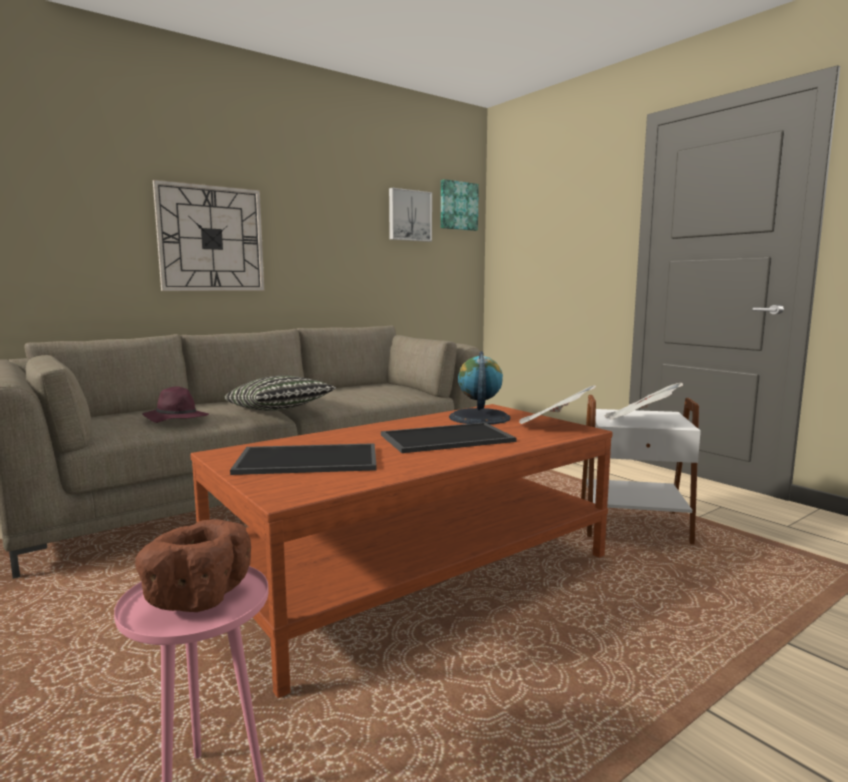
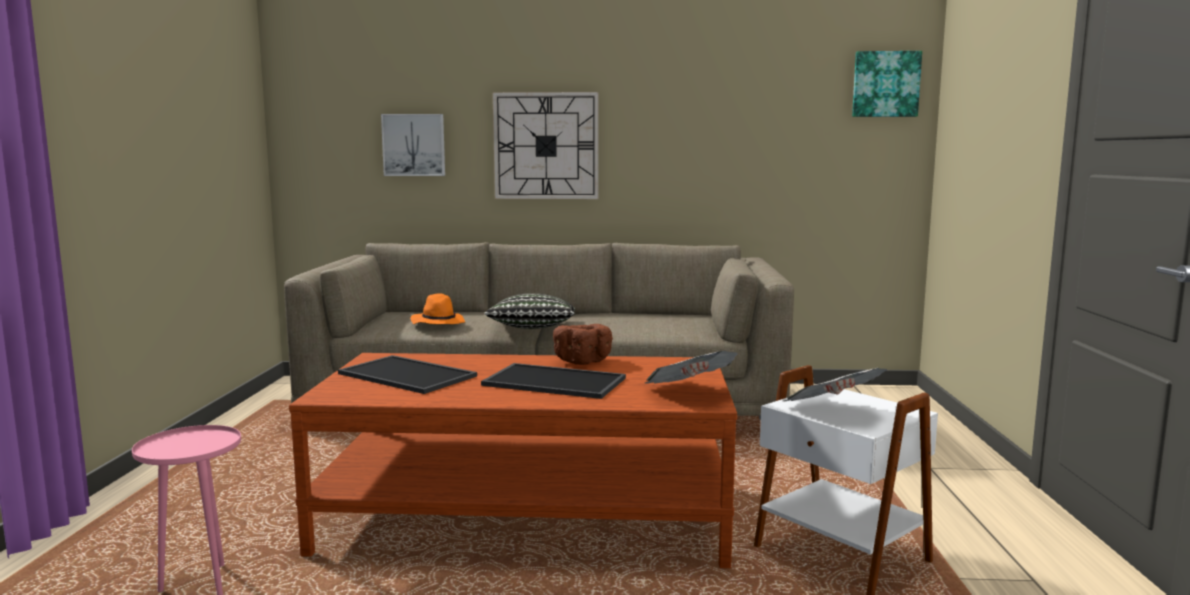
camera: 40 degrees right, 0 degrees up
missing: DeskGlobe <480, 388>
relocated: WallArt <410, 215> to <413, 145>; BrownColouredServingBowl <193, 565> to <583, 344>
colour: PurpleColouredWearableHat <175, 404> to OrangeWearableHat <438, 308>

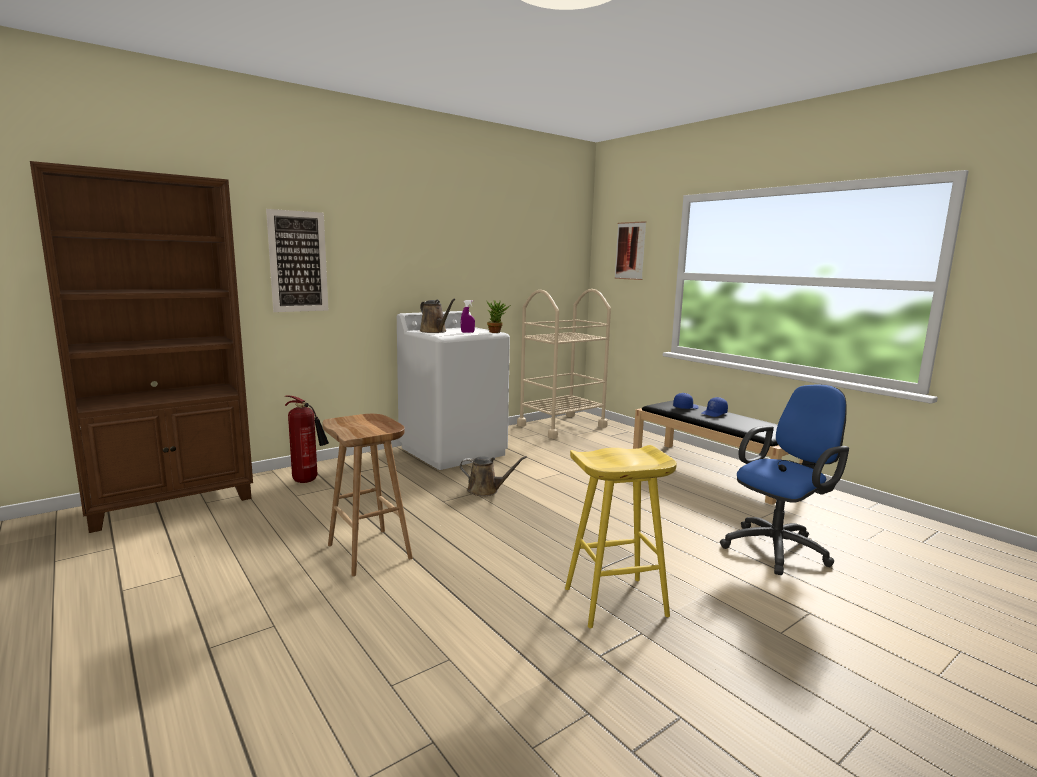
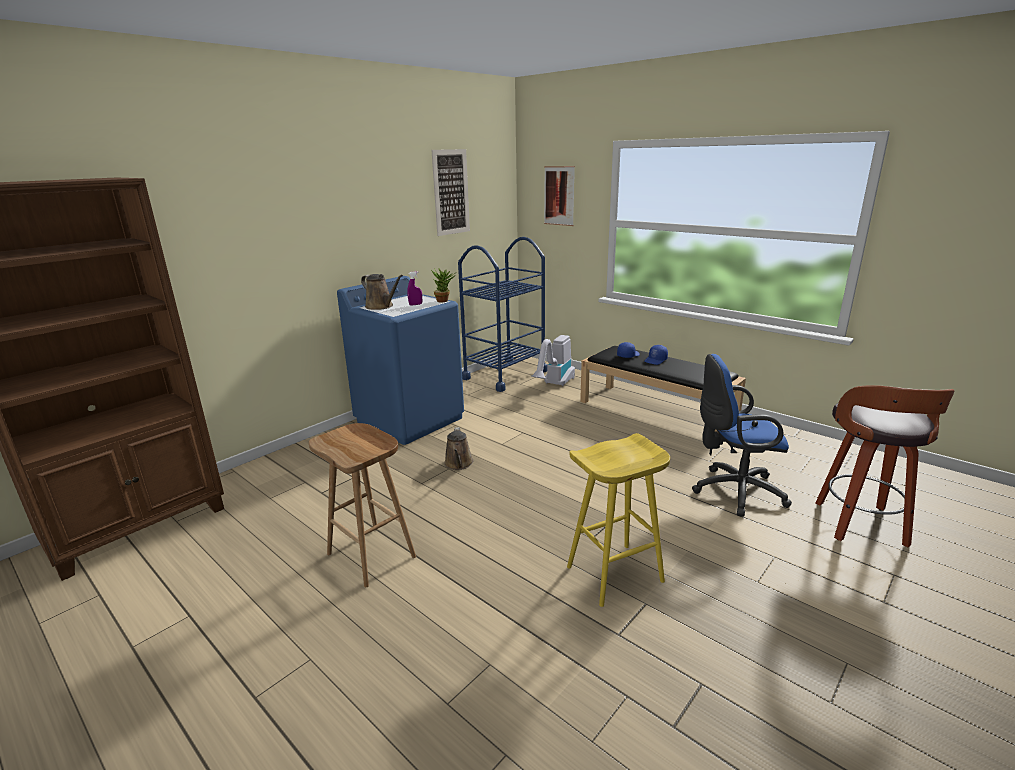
camera: 10 degrees left, 10 degrees up
missing: Extinguisher <307, 439>
appeared: Hoover <553, 360>; Stool <885, 466>
relocated: WallArt <297, 260> to <450, 192>
colour: WhiteLaundryMachine <453, 390> to BlueLaundryMachine <400, 360>; BeigeCart <564, 364> to BlueCart <502, 314>
spun: BrownColouredSprinklingCan <493, 476> = <458, 448> 90 degrees clockwise; BlueComputerChair <784, 480> = <742, 435> 135 degrees counterclockwise

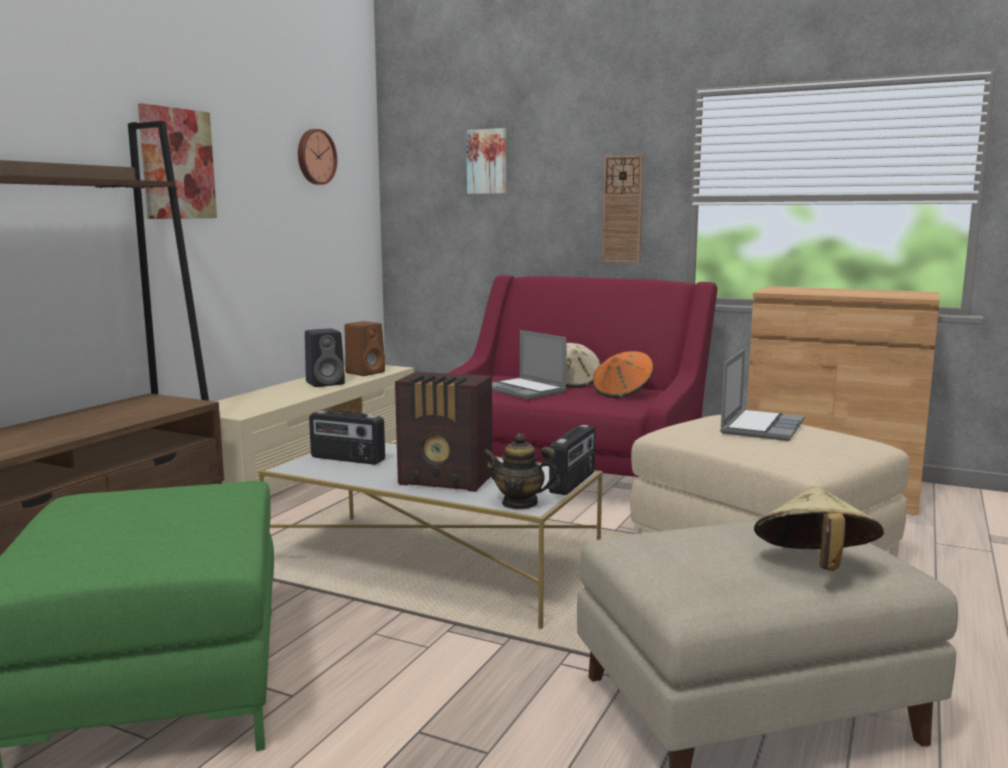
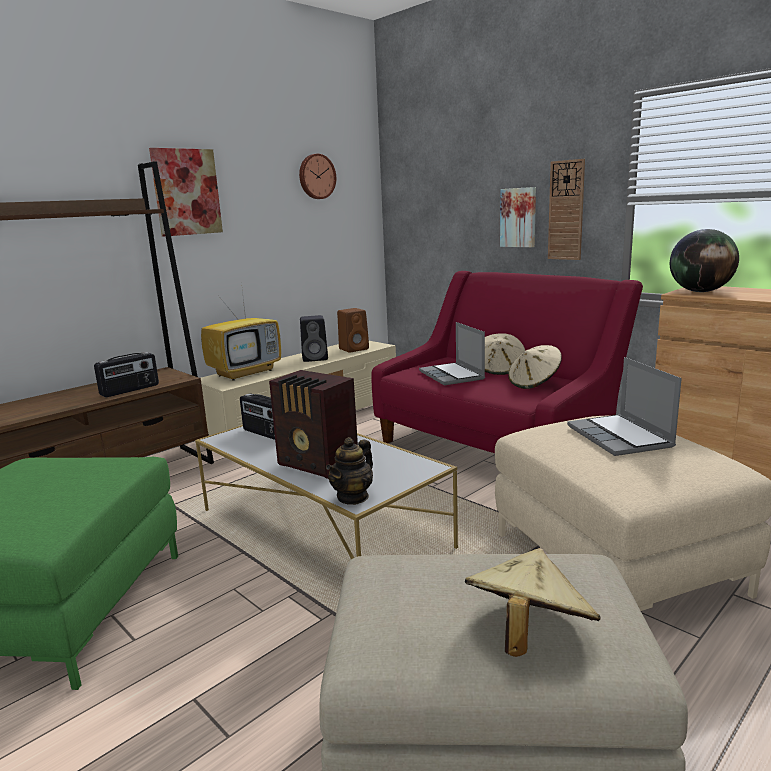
camera: 20 degrees right, 5 degrees up
appeared: Tv <241, 335>; DeskGlobe <704, 260>
relocated: RadioSet <572, 460> to <126, 374>; WallArt <486, 161> to <518, 217>
colour: OrangeWearableHat <623, 374> to BeigeWearableHat <535, 367>
spun: TeaPot <521, 471> = <349, 471> 90 degrees counterclockwise; NotebookComputer <762, 395> = <624, 406> 120 degrees clockwise

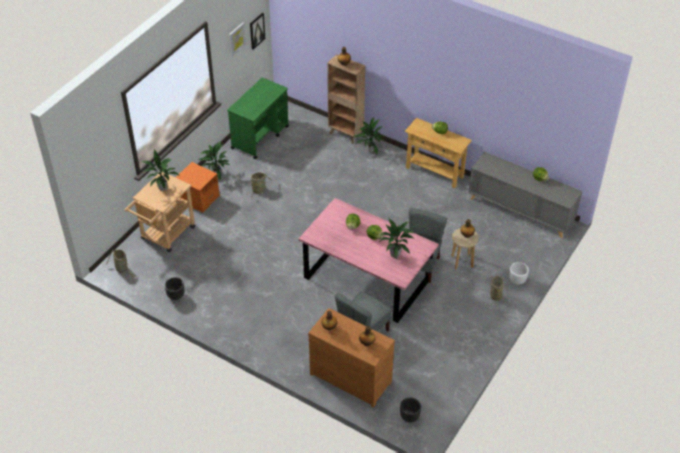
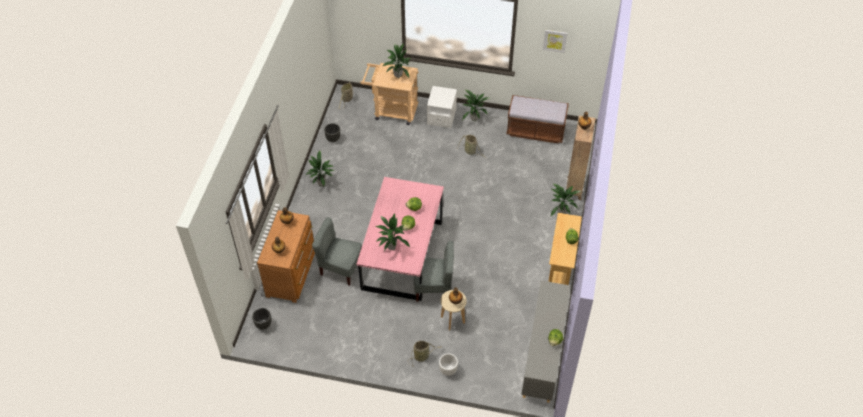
camera: 70 degrees right, 5 degrees up
missing: WallArt <257, 31>
appeared: PottedPlant <320, 168>
exchanged: GreenCart <258, 118> to BrownColouredBench <537, 119>
colour: OrangeNightTable <197, 187> to WhiteNightTable <442, 107>

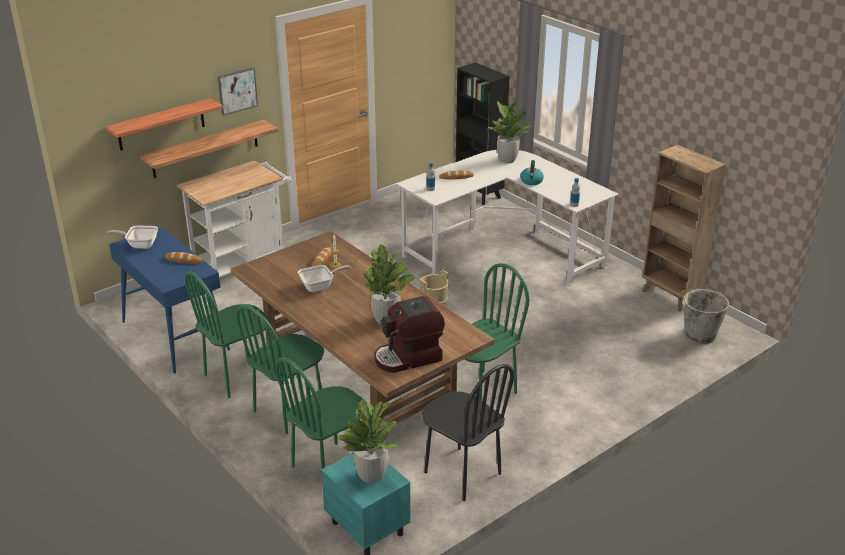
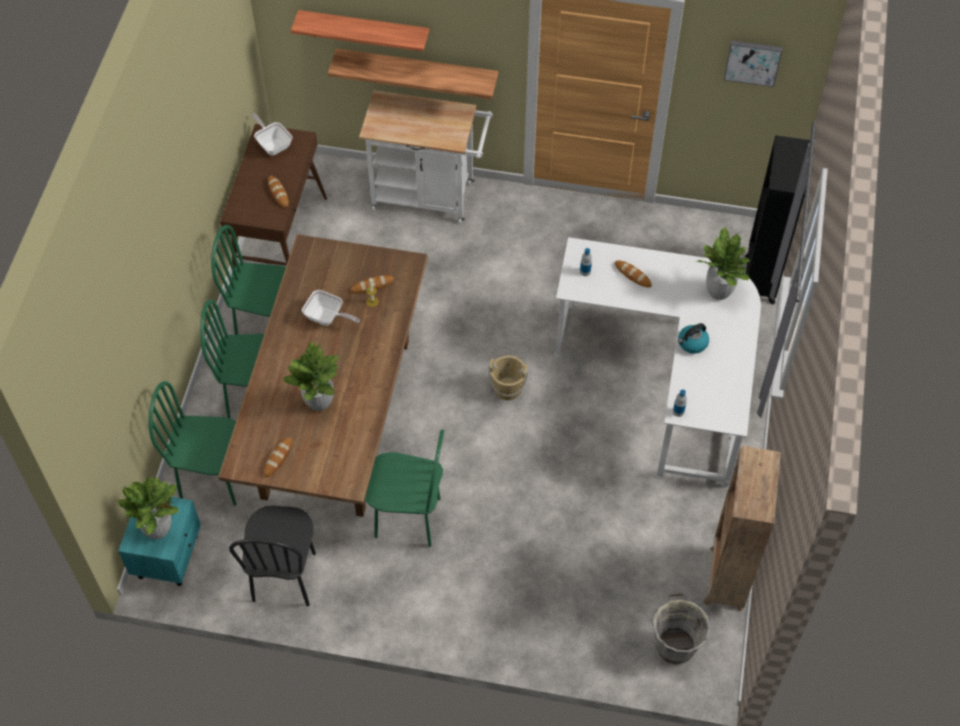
camera: 50 degrees right, 25 degrees up
relocated: WallArt <237, 91> to <753, 63>
exchanged: CoffeeBrewer <410, 334> to BakedBread <278, 457>
colour: BlueHallTable <169, 300> to BrownColouredHallTable <273, 195>

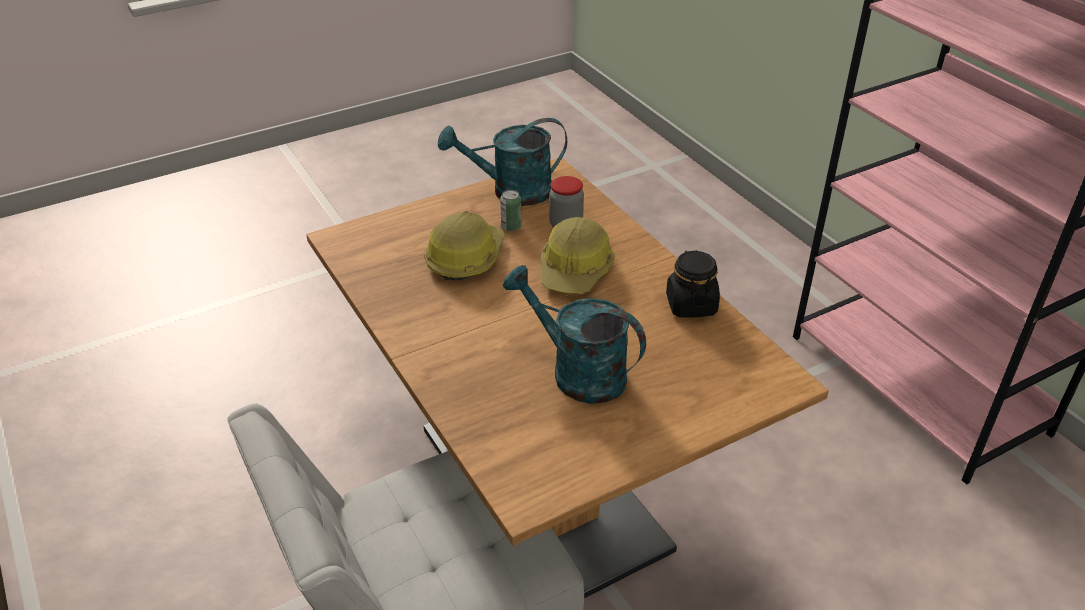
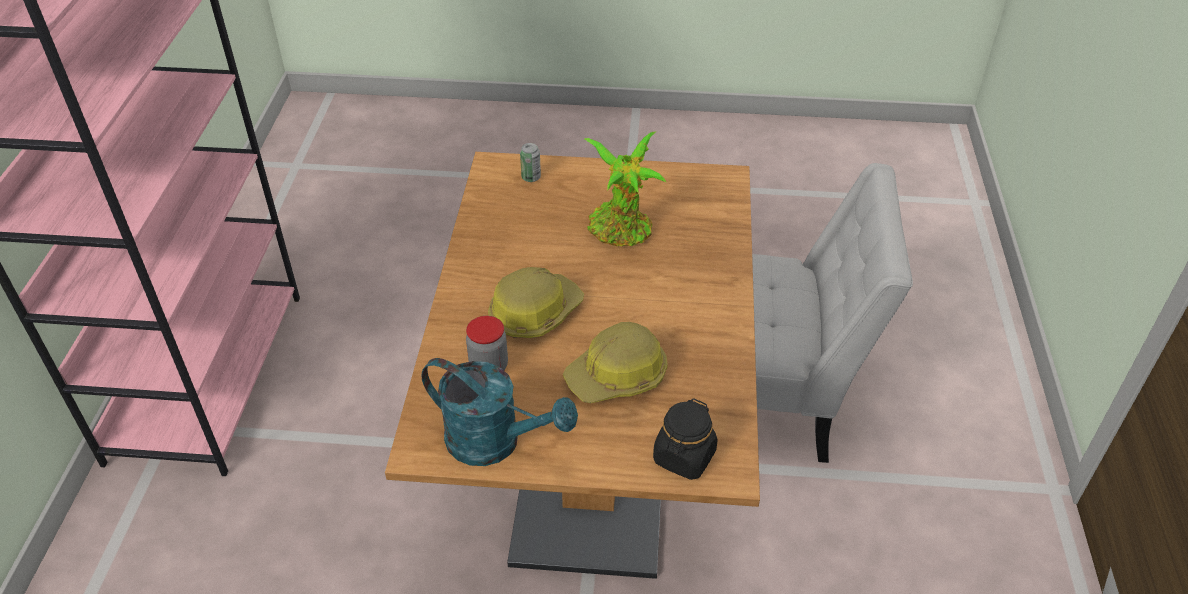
camera: 145 degrees left, 5 degrees up
relocated: SealedCan <510, 210> to <530, 162>; BlackishJar <693, 283> to <685, 439>
exchanged: TurquoiseColouredSprinklingCan <574, 334> to PottedPlant <625, 189>

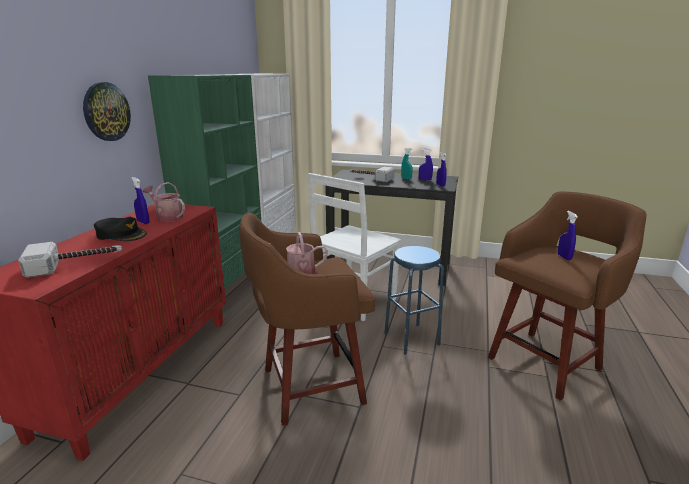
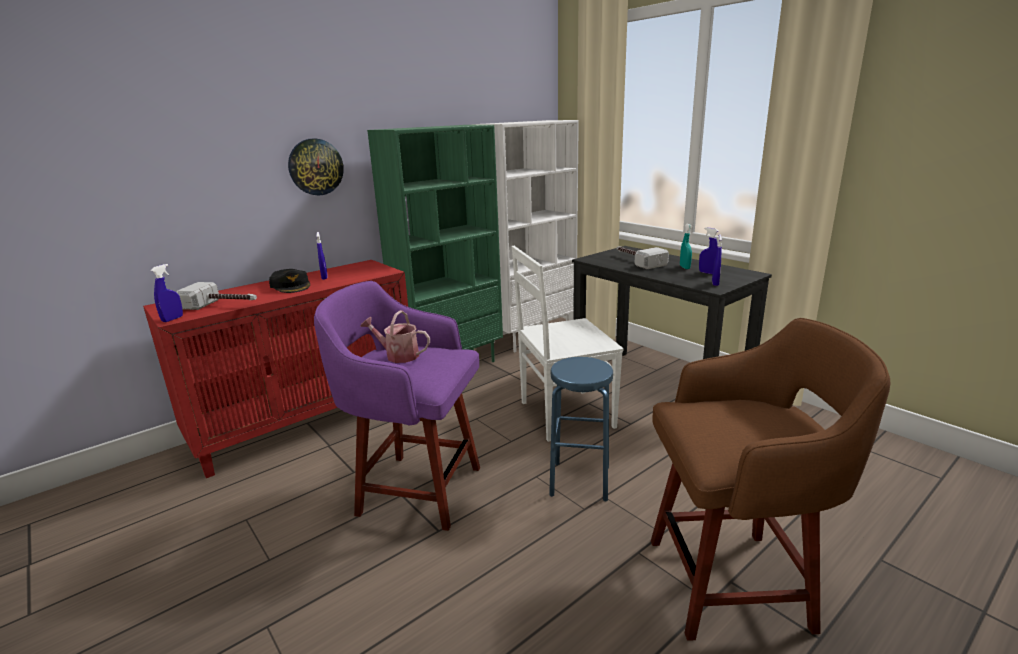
camera: 35 degrees right, 0 degrees up
missing: SprinklingCan <164, 202>
relocated: BlueSprayBottle <568, 236> to <167, 293>
colour: BrownColouredStool <307, 319> to PurpleColouredStool <397, 406>

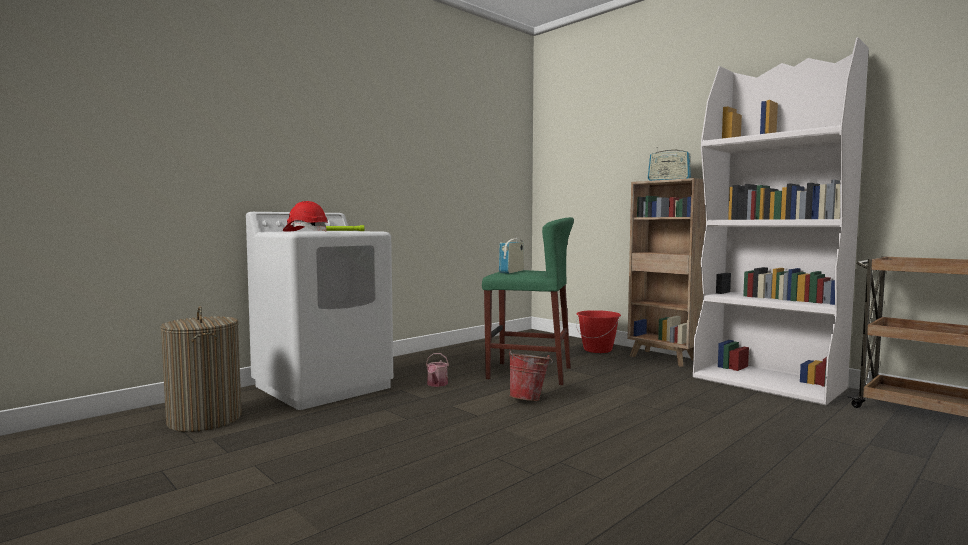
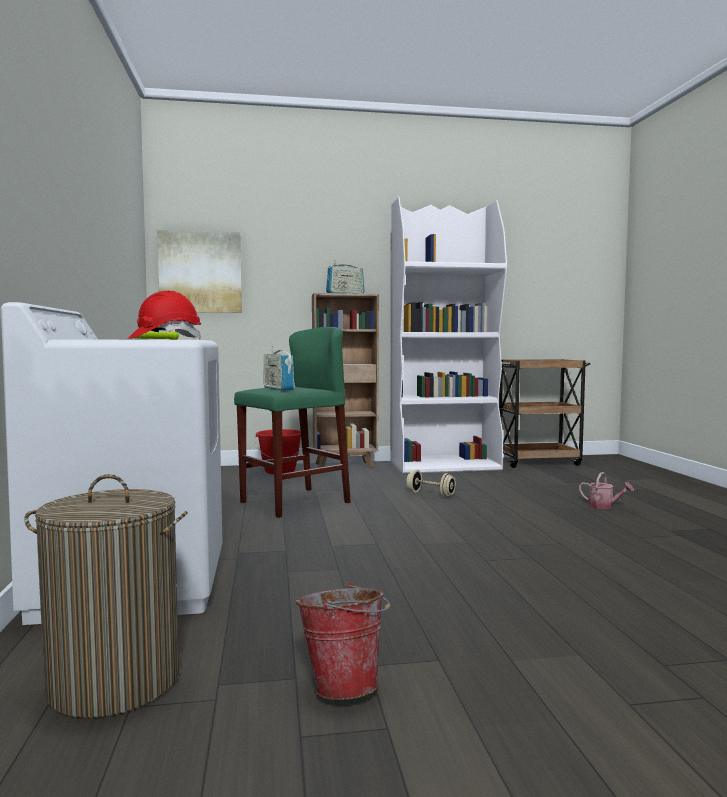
camera: 55 degrees left, 0 degrees up
appeared: WallArt <199, 271>; BeigeFreeWeight <431, 483>
relocated: WaterBucket <530, 376> to <343, 641>; SprinklingCan <437, 370> to <606, 490>

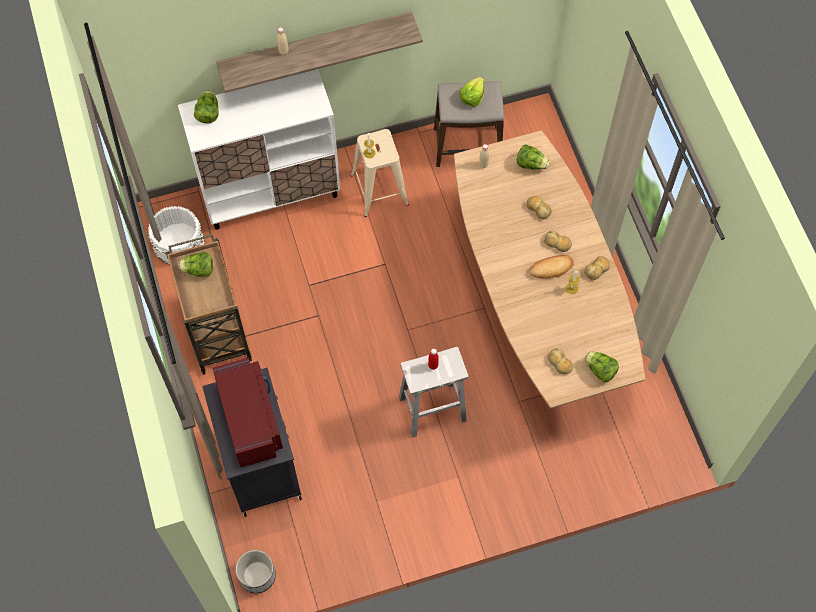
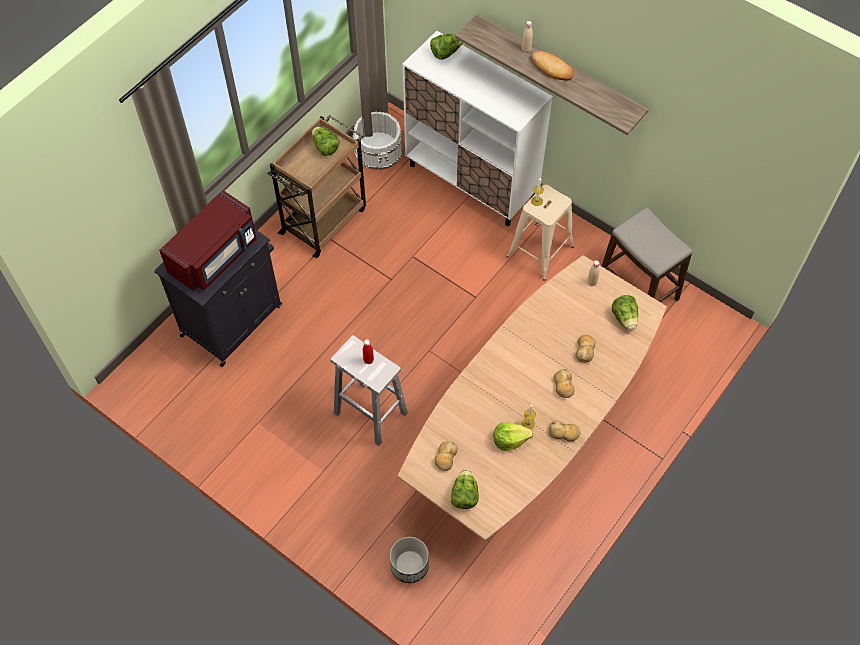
camera: 55 degrees right, 5 degrees down
relocated: Planter <256, 571> to <409, 560>; HeadOfLettuce <471, 92> to <513, 437>; BakedBread <551, 267> to <553, 66>

